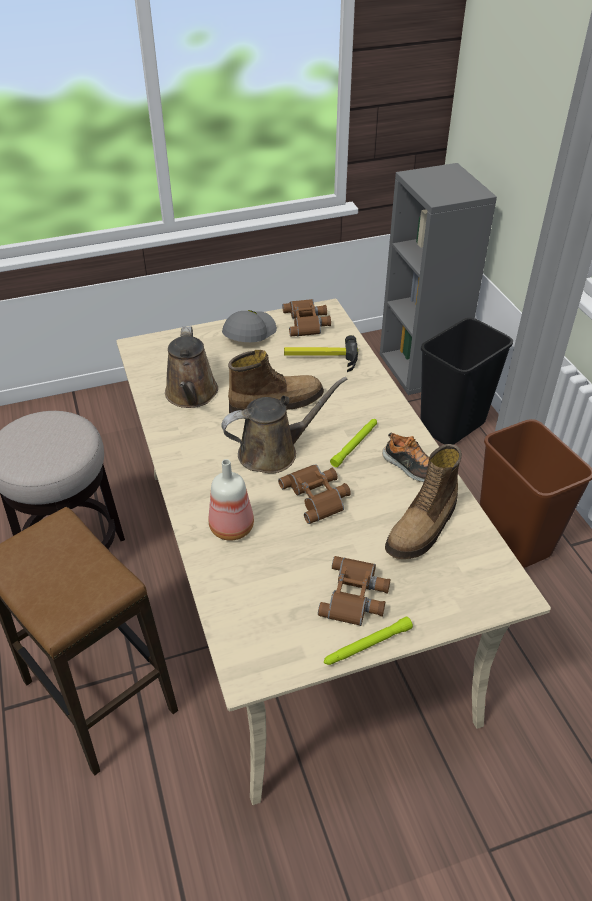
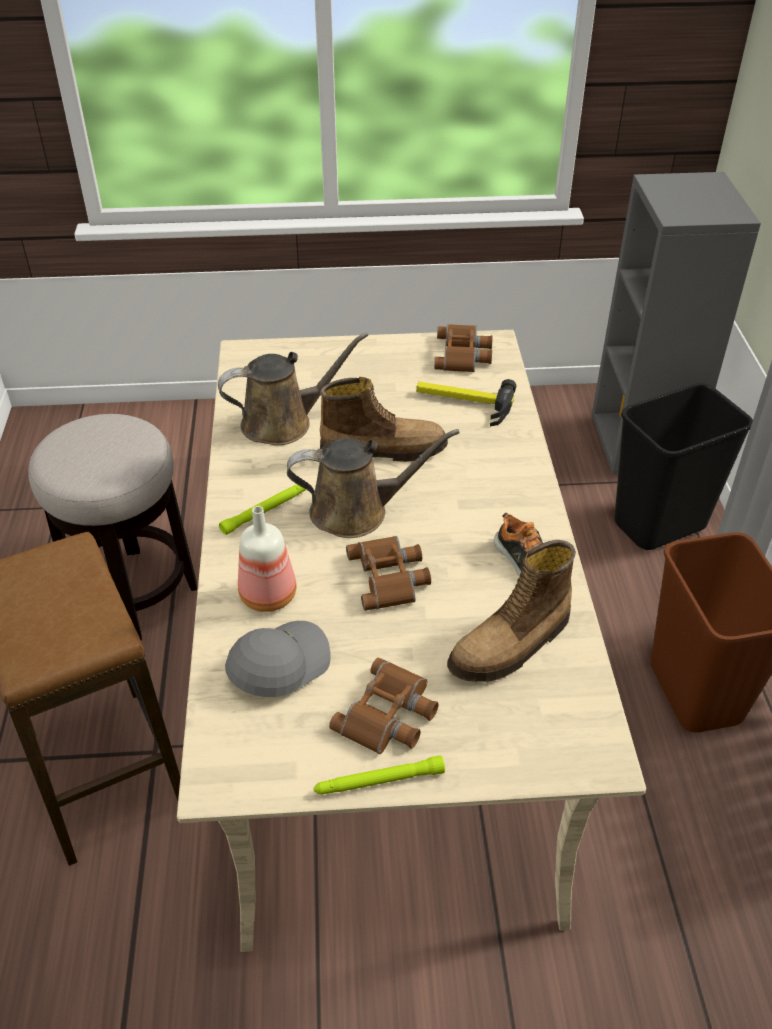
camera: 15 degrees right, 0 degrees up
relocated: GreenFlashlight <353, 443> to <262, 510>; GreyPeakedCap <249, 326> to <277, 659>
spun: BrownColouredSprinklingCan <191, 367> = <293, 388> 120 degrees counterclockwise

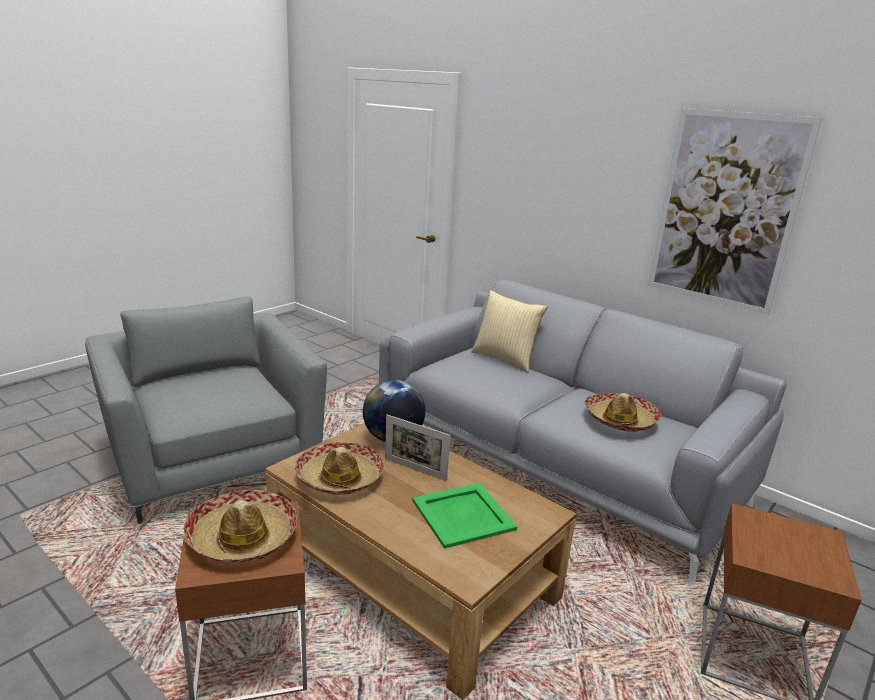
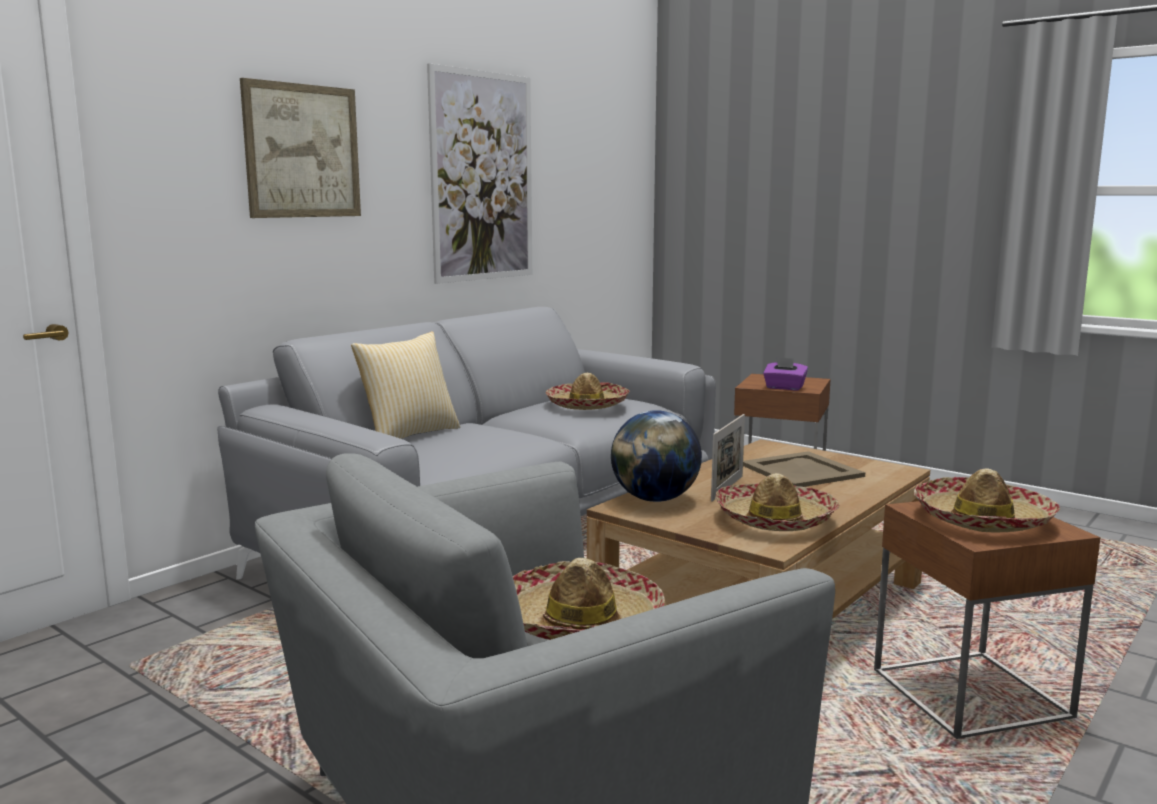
camera: 90 degrees left, 10 degrees down
appeared: WallArt <300, 148>; WearableHat <589, 599>; PurpleColouredTissueBox <785, 373>
colour: GreenCarryingTray <464, 516> to BeigeCarryingTray <804, 469>

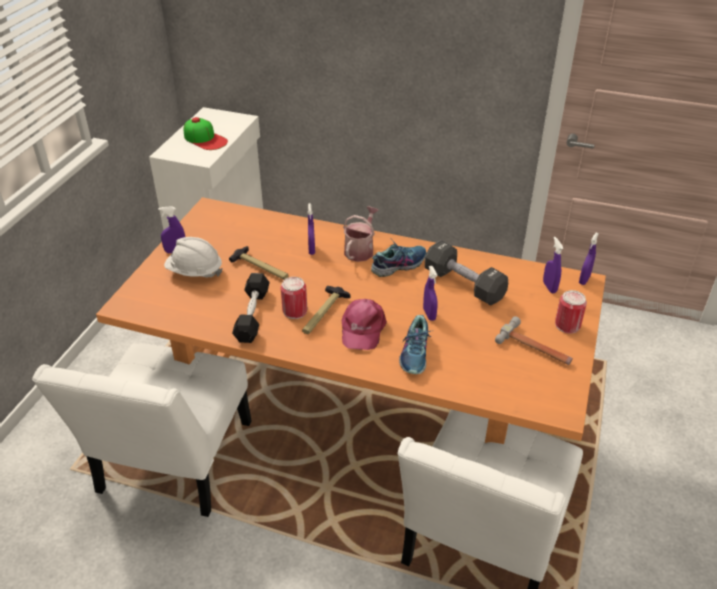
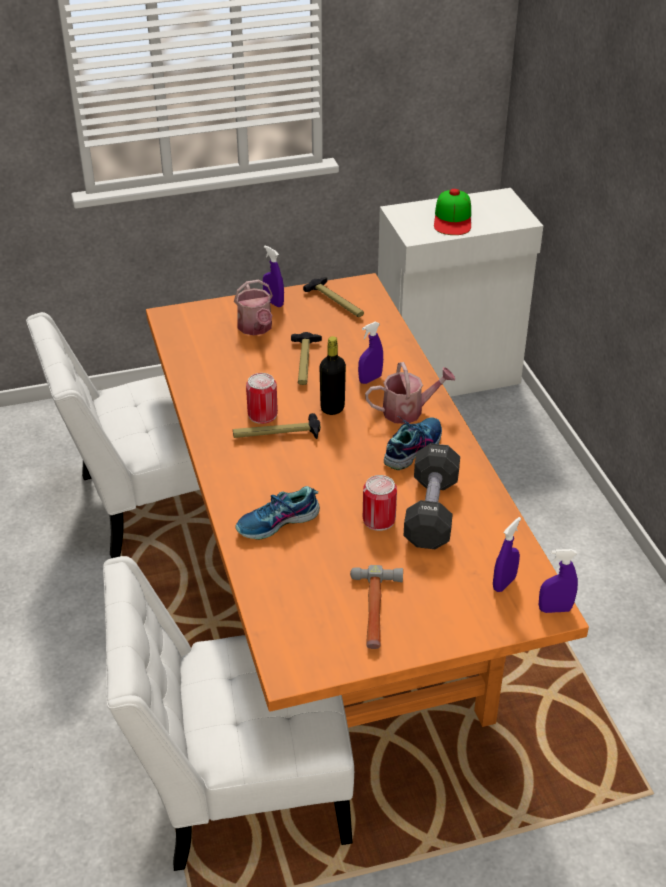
camera: 55 degrees right, 0 degrees up
missing: BlackishFreeWeight <251, 308>; PinkishPeakedCap <364, 324>; PurpleColouredSprayBottle <430, 293>
appeared: ToolHammer <333, 297>; BlackishBeverageBottle <332, 375>
relocated: SealedCan <571, 312> to <380, 503>
exchanged: WhiteSafetyHelmet <193, 257> to SprinklingCan <253, 307>
spun: LowShoe <398, 258> = <413, 443> 75 degrees counterclockwise

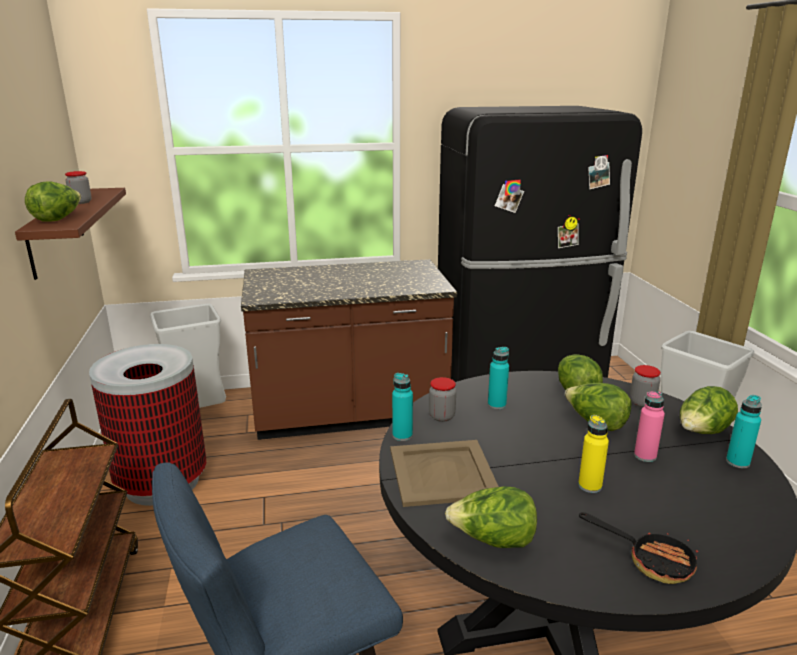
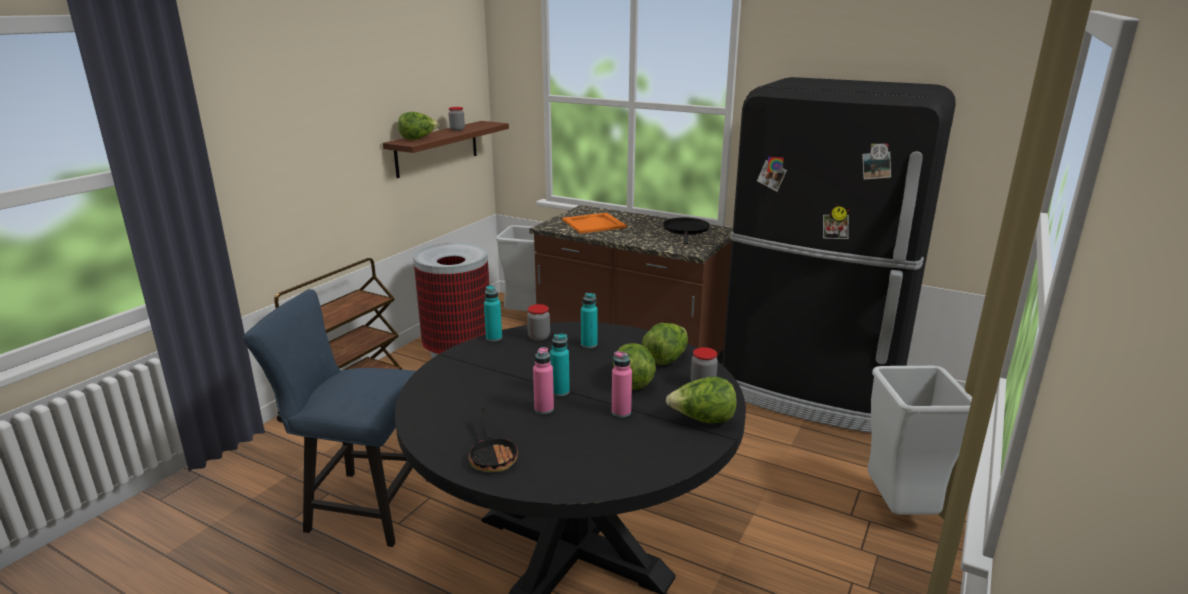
camera: 40 degrees right, 0 degrees up
missing: BeigeCarryingTray <444, 473>; HeadOfLettuce <491, 517>
appeared: OrangeCarryingTray <594, 223>; BlackishSkillet <686, 230>
relocated: TurquoiseColouredBeverageBottle <744, 431> to <560, 365>
colour: YellowishBeverageBottle <593, 454> to PinkishBeverageBottle <543, 380>

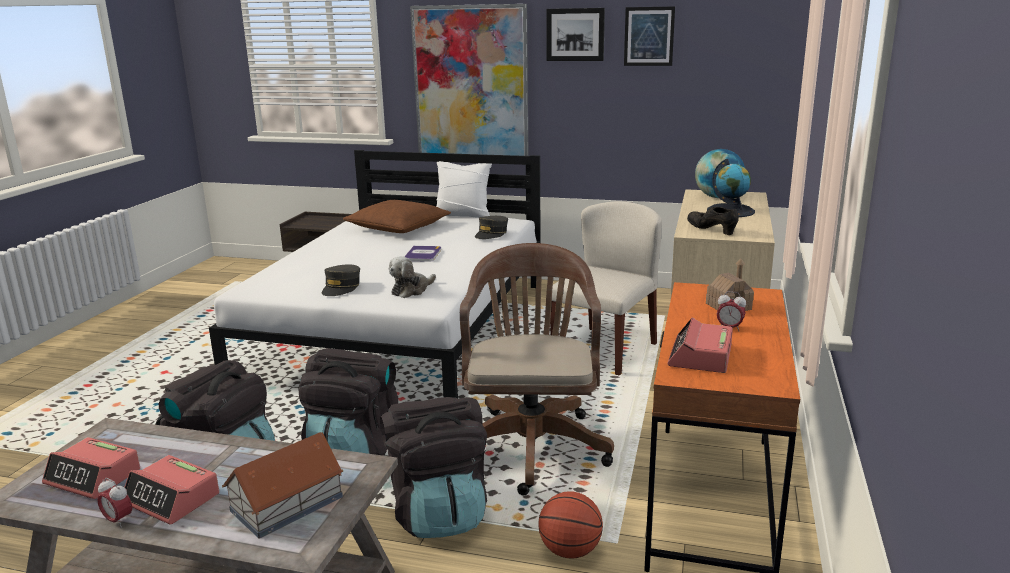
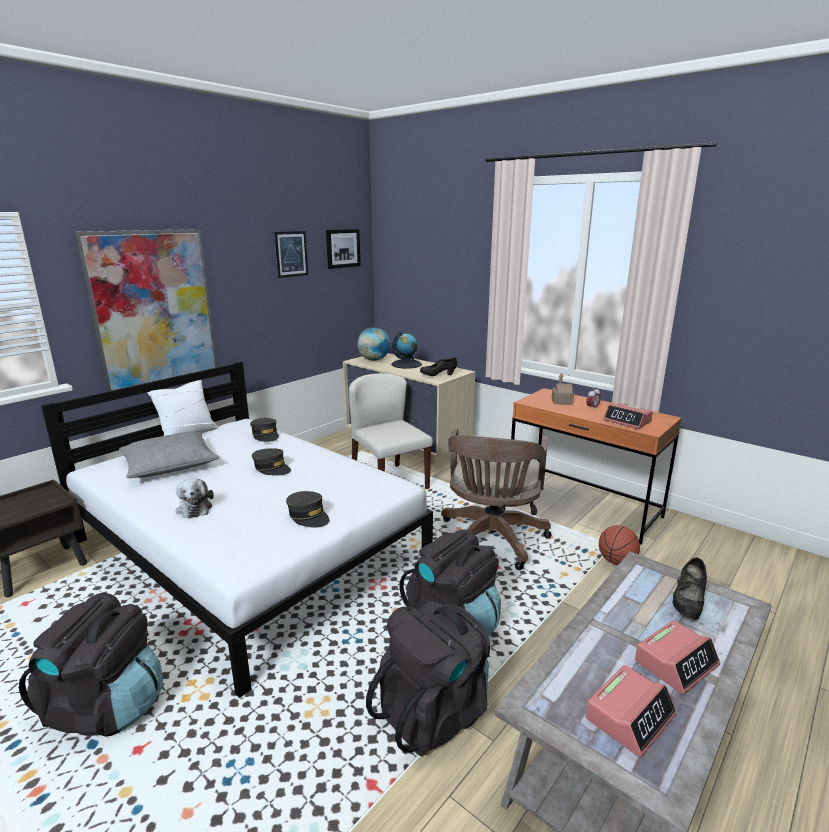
camera: 65 degrees left, 0 degrees up
missing: TableClock <114, 503>
relocated: BlackishBackpack <433, 467> to <91, 665>; PlushToy <412, 277> to <195, 498>; WallArt <575, 34> to <343, 249>
exchanged: Volume <422, 254> to GreyPeakedCap <271, 461>; ModelHouse <282, 485> to BlackishLowShoe <690, 588>
colour: BrownColouredCushion <397, 216> to GreyCushion <169, 455>
spun: BrownColouredComputerChair <537, 369> = <496, 499> 105 degrees counterclockwise

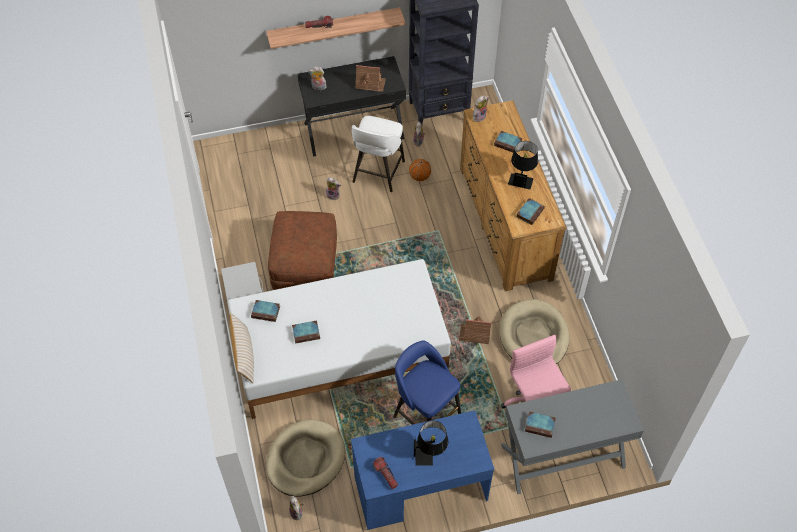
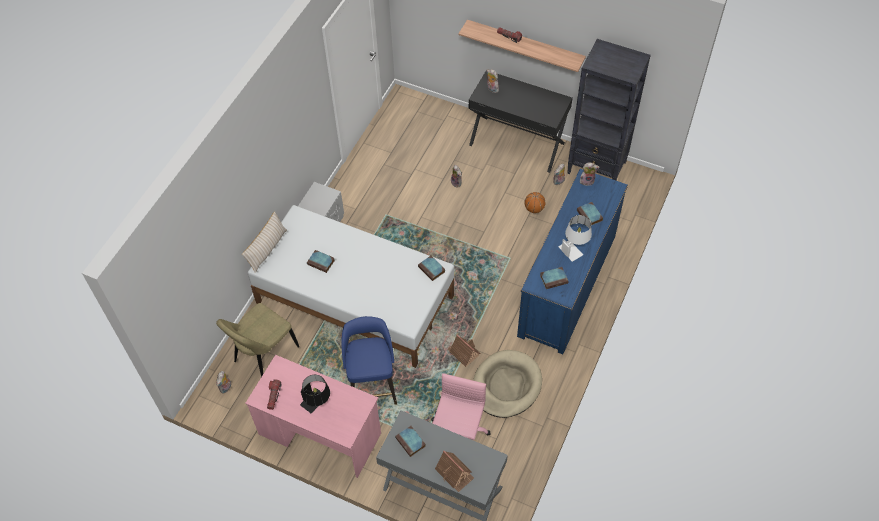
camera: 40 degrees right, 0 degrees up
missing: BrownColouredFootrest <302, 250>; WhiteStool <378, 154>
relocated: Volume <265, 311> to <431, 268>; ModelHouse <370, 78> to <454, 471>
exchanged: BeigeDogBed <305, 458> to BeigeChair <257, 340>
colour: BlueDesk <422, 470> to PinkishDesk <313, 416>; BrownColouredDresser <513, 195> to BlueDresser <572, 261>; BlackishTabletopLamp <523, 165> to WhiteTabletopLamp <575, 238>

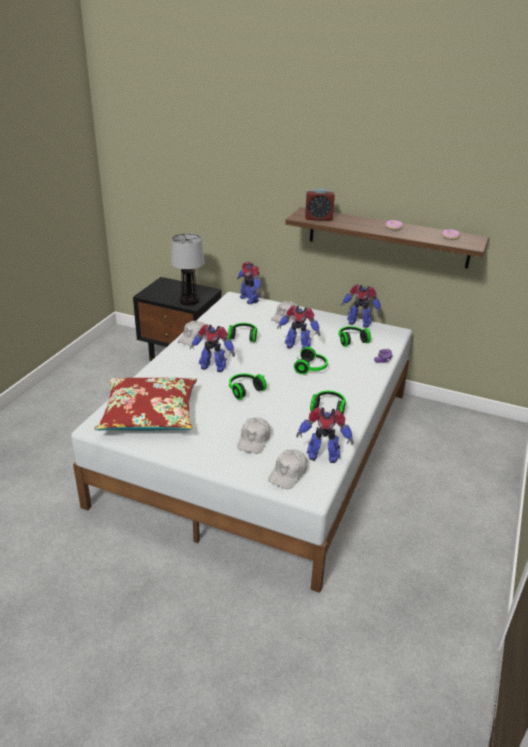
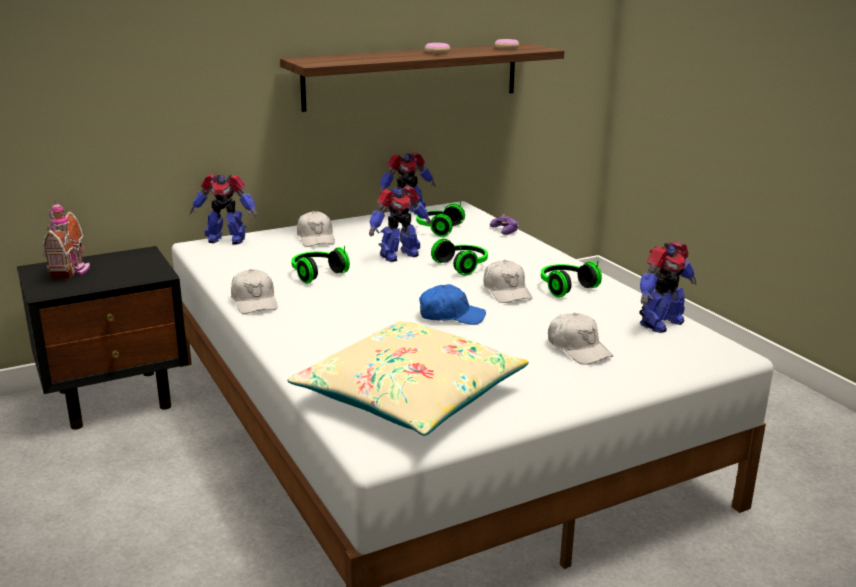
camera: 50 degrees left, 10 degrees down
missing: TabletopLamp <188, 269>; ModelRobot <212, 348>; TableClock <320, 205>
appeared: ModelHouse <66, 239>
relocated: WhitePeakedCap <287, 469> to <508, 281>
exchanged: Headphones <248, 386> to BluePeakedCap <452, 304>
colour: RedColouredCushion <145, 404> to BeigeCushion <408, 378>

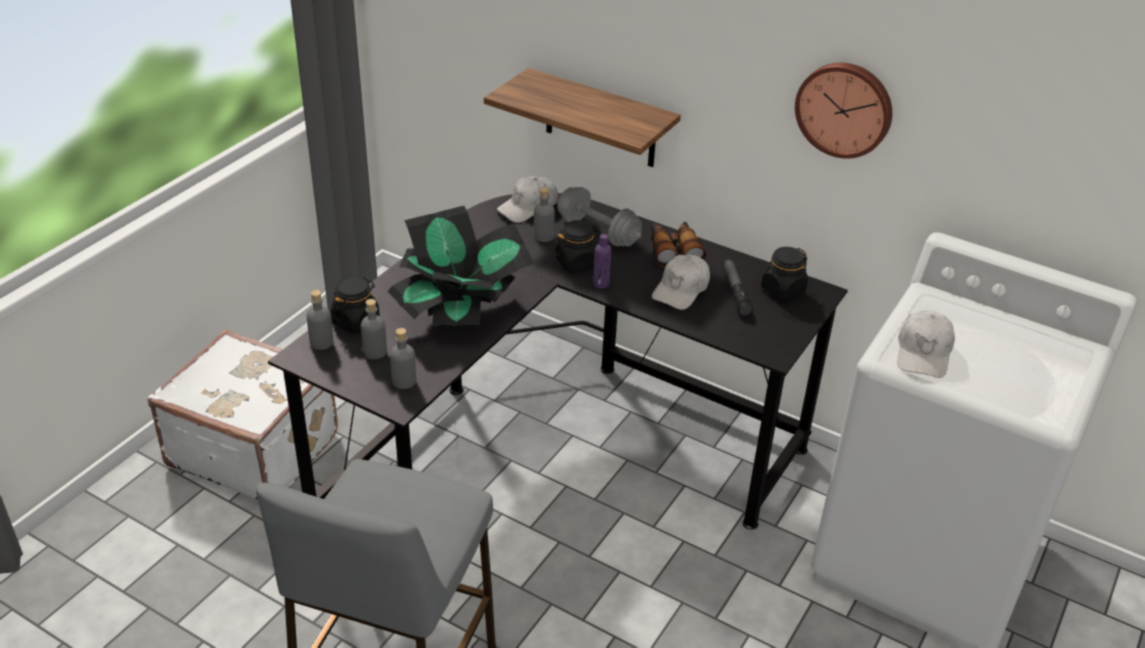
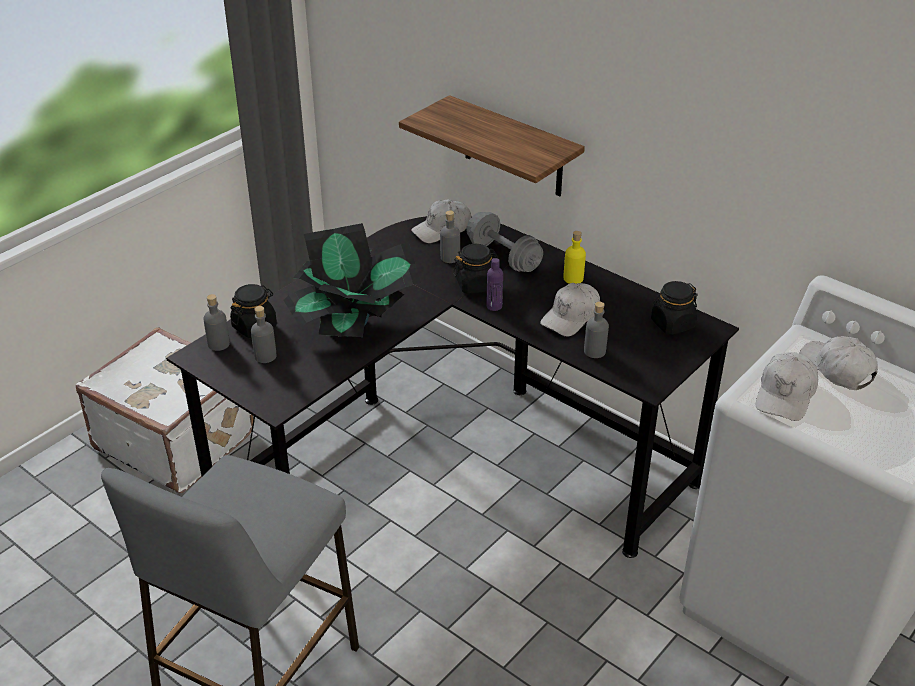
camera: 10 degrees right, 0 degrees up
missing: Flashlight <738, 287>; WallClock <843, 111>
appeared: WhitePeakedCap <838, 363>
relocated: GreyBeverageBottle <403, 358> to <596, 330>
exchanged: FieldGlasses <678, 244> to YellowishBeverageBottle <574, 257>

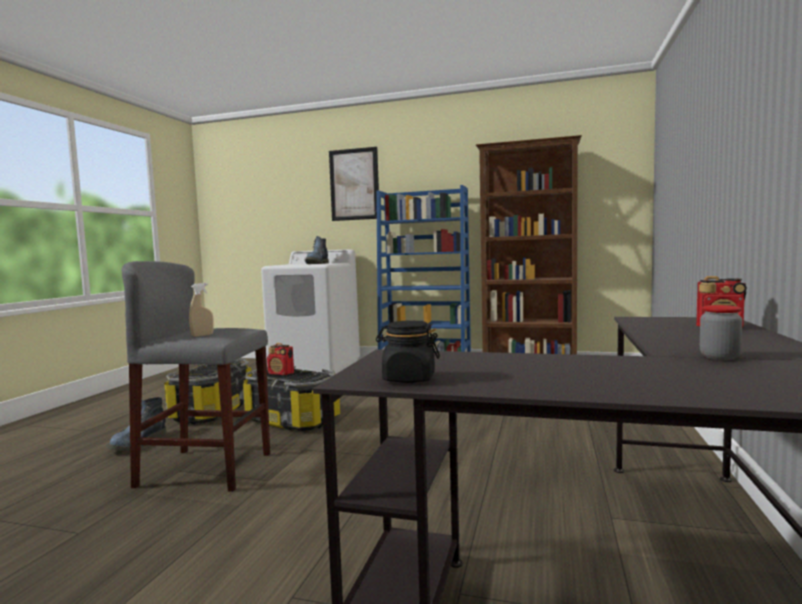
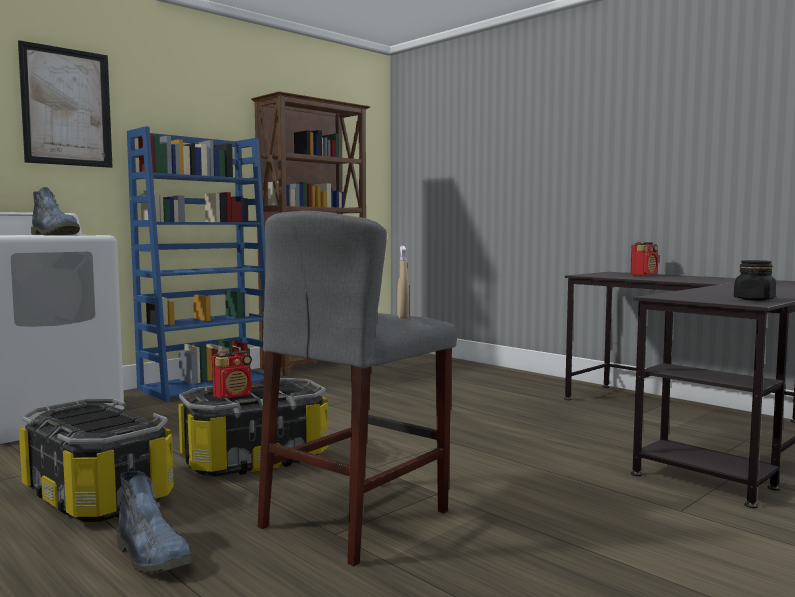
camera: 60 degrees left, 0 degrees up
missing: Jar <721, 332>

